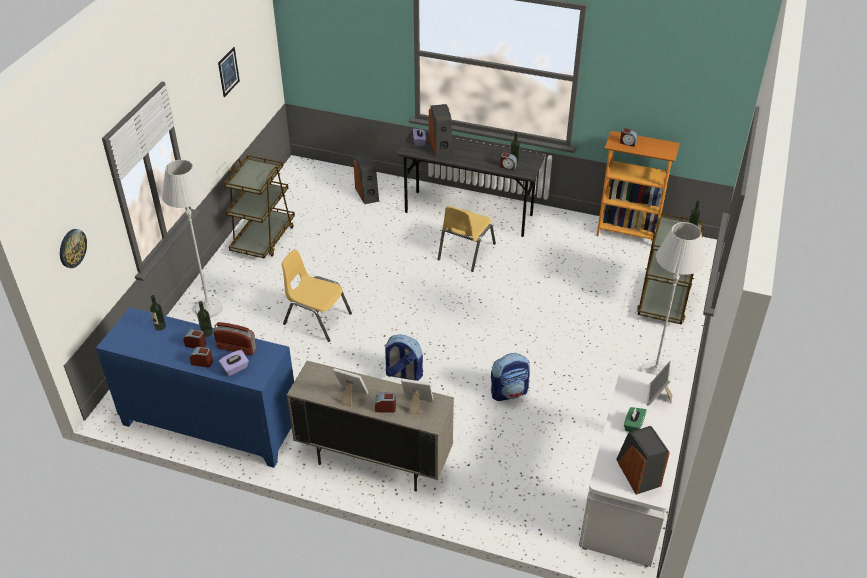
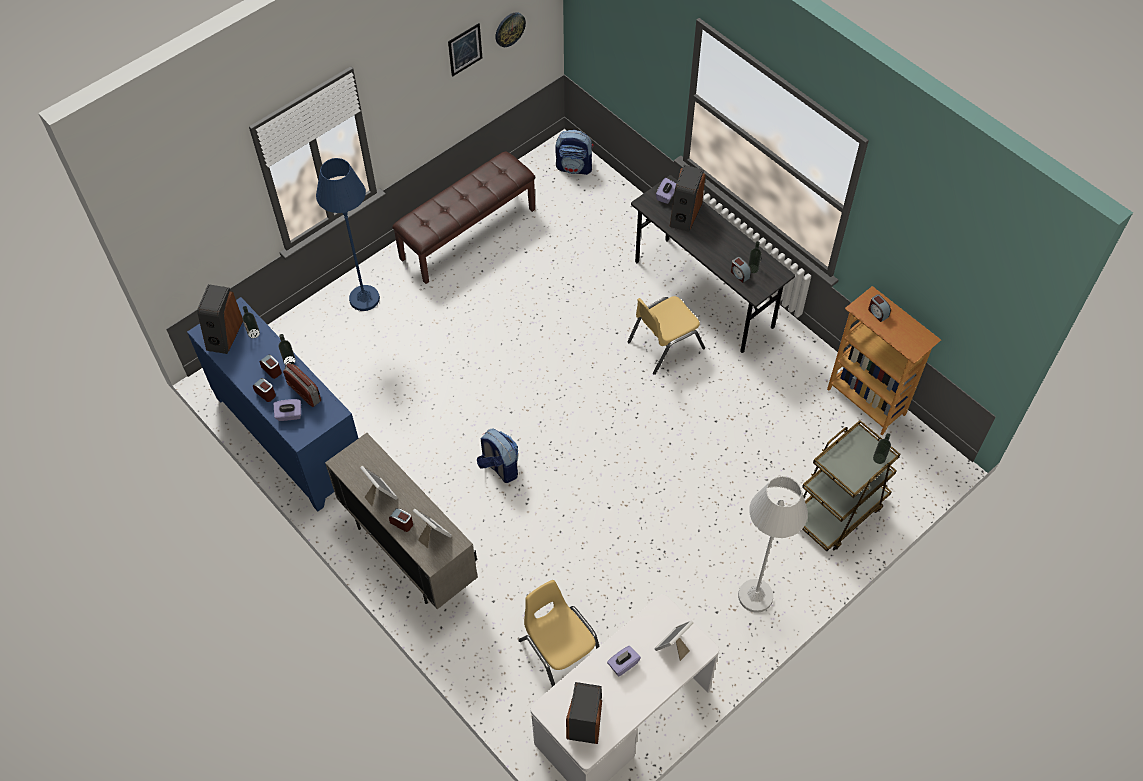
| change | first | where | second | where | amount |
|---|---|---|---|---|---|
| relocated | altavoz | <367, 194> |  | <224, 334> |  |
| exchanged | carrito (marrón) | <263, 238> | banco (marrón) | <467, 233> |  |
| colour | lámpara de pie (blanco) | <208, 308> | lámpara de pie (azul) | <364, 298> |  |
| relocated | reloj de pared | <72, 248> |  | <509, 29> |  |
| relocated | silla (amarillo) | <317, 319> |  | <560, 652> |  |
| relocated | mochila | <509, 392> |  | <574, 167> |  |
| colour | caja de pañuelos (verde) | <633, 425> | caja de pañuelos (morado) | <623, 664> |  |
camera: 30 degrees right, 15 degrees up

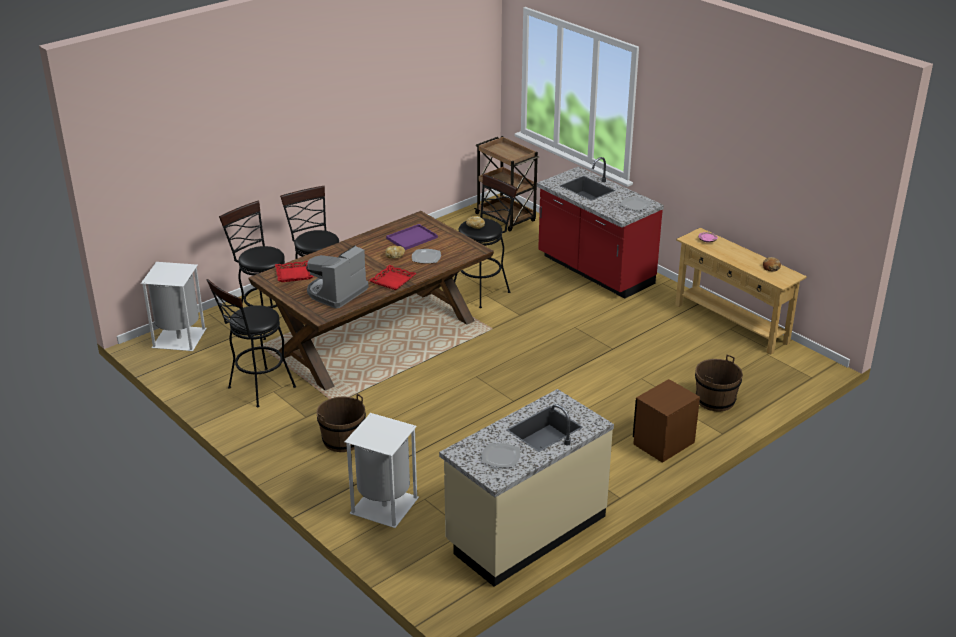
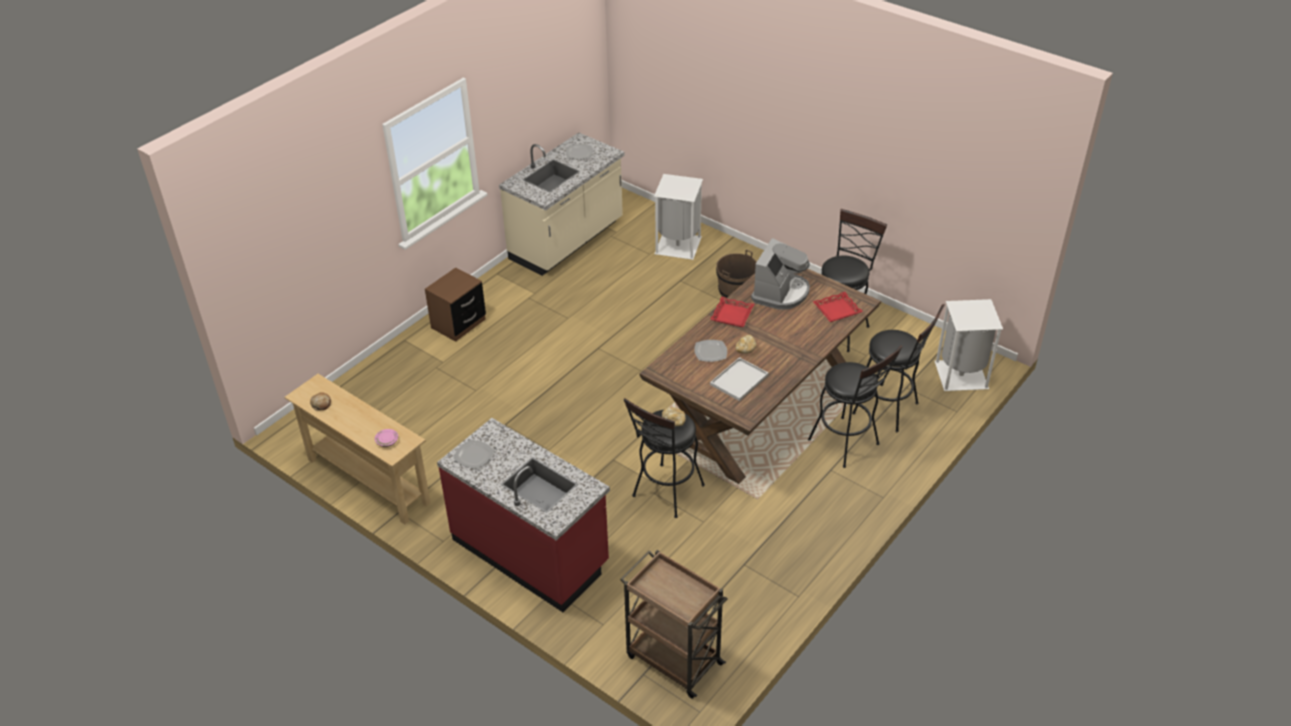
| change | first | where | second | where | amount |
|---|---|---|---|---|---|
| colour | bandeja (morado) | <411, 238> | bandeja (blanco) | <739, 379> |  |
| missing | cubo (marrón) | <715, 400> |  |  |  |
camera: 170 degrees right, 10 degrees up

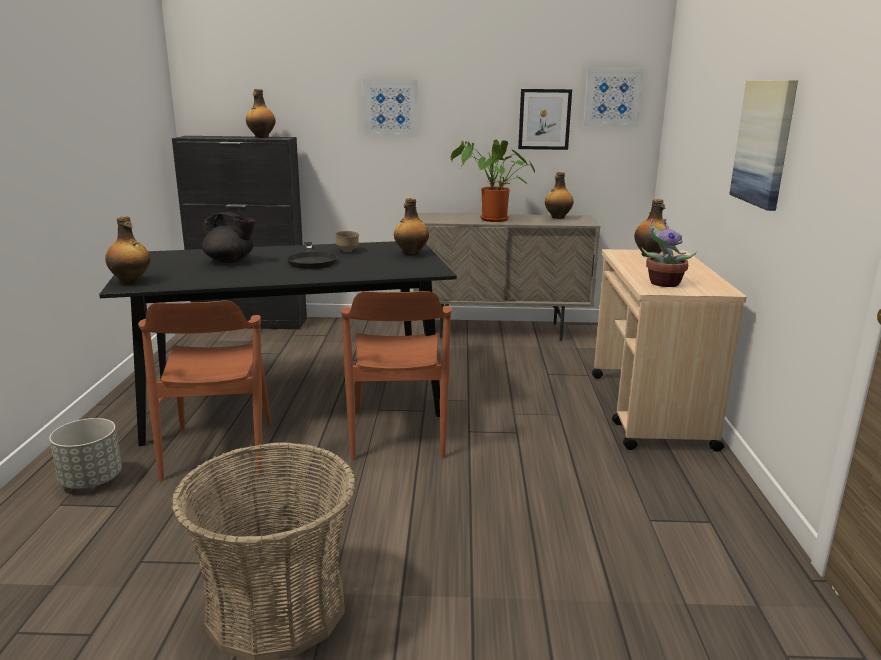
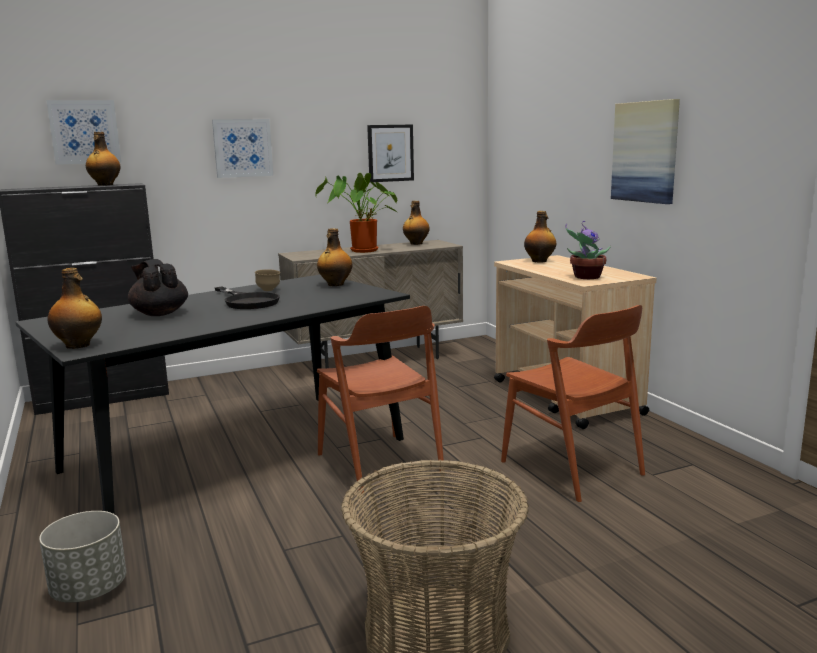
| change | first | where | second | where | amount |
|---|---|---|---|---|---|
| relocated | cuadro | <612, 97> |  | <84, 132> |  |
| spun | tetera (negro) | <230, 261> |  | <159, 313> | 120 degrees counterclockwise |
| relocated | silla (marrón) | <218, 450> |  | <571, 468> |  |
camera: 25 degrees left, 5 degrees down

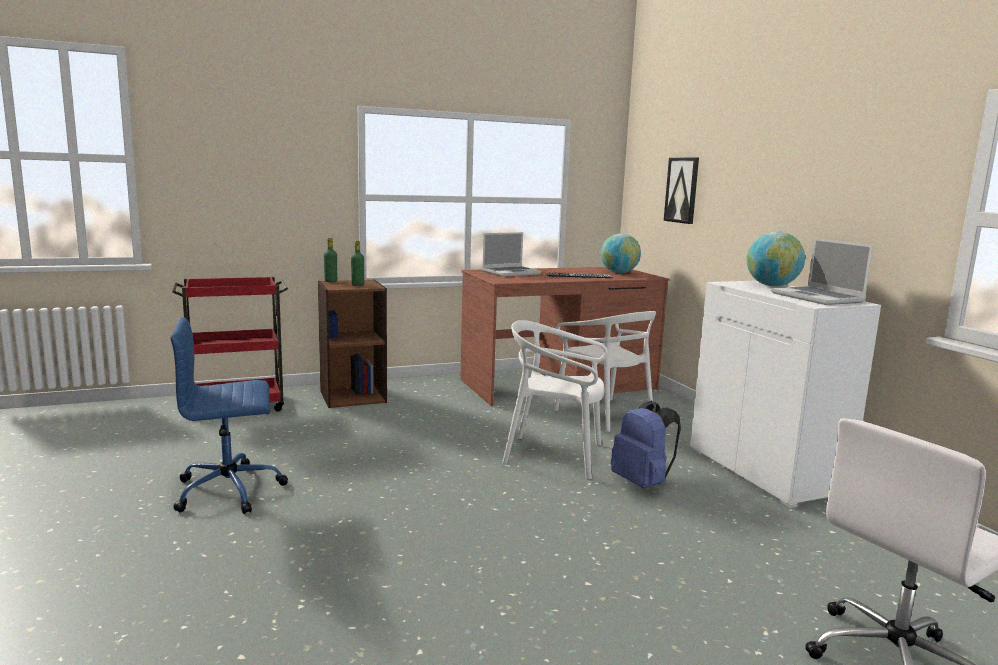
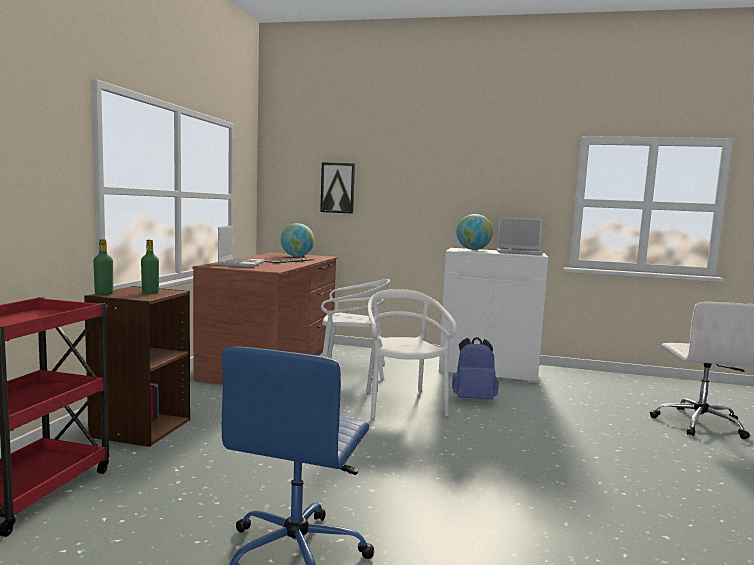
| change | first | where | second | where | amount |
|---|---|---|---|---|---|
| spun | silla (blanco) | <554, 456> |  | <402, 404> | 120 degrees clockwise |
camera: 55 degrees left, 5 degrees down

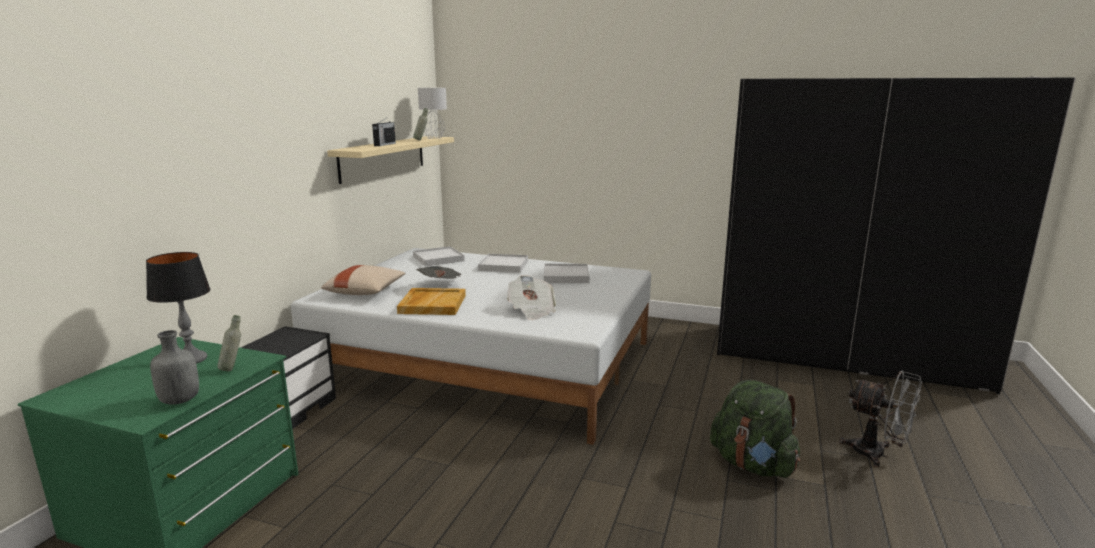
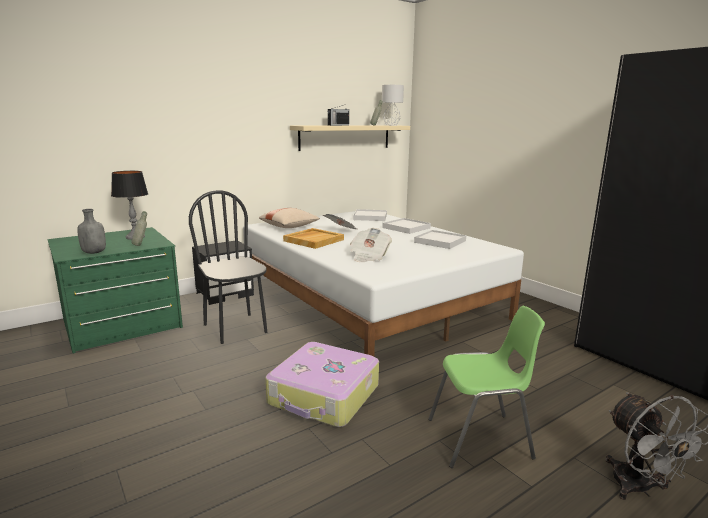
| change | first | where | second | where | amount |
|---|---|---|---|---|---|
| exchanged | mochila (verde) | <753, 464> | silla (verde) | <480, 439> |  |
| appeared |  |  | silla (negro) | <235, 328> |  |
| appeared |  |  | maleta | <324, 396> |  |
camera: 35 degrees right, 0 degrees up

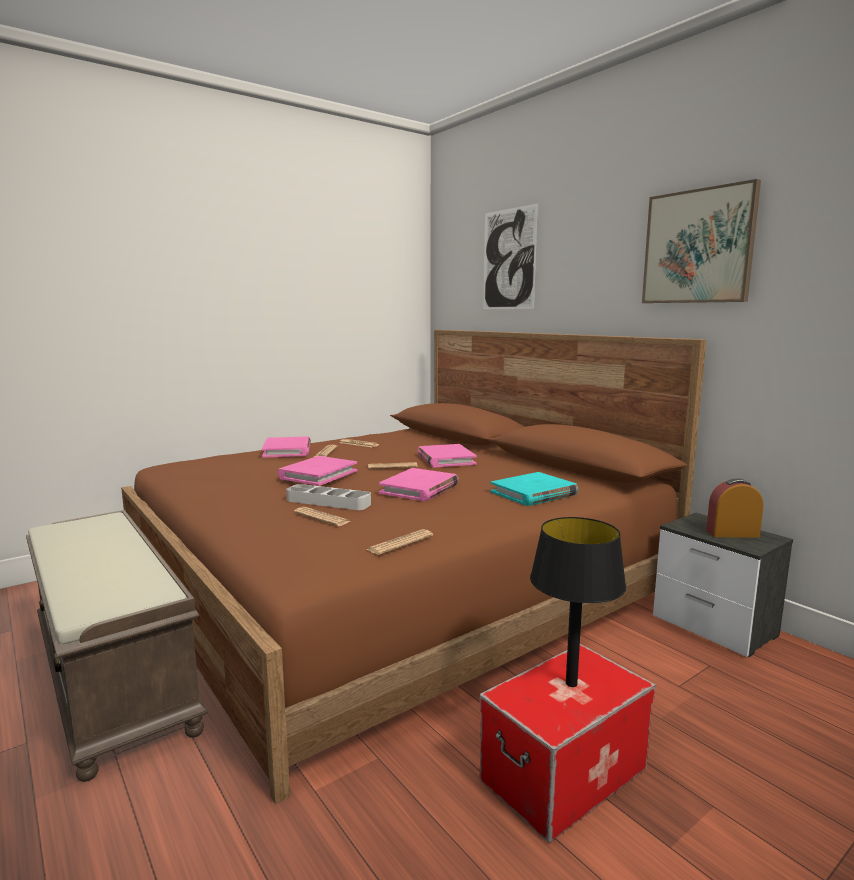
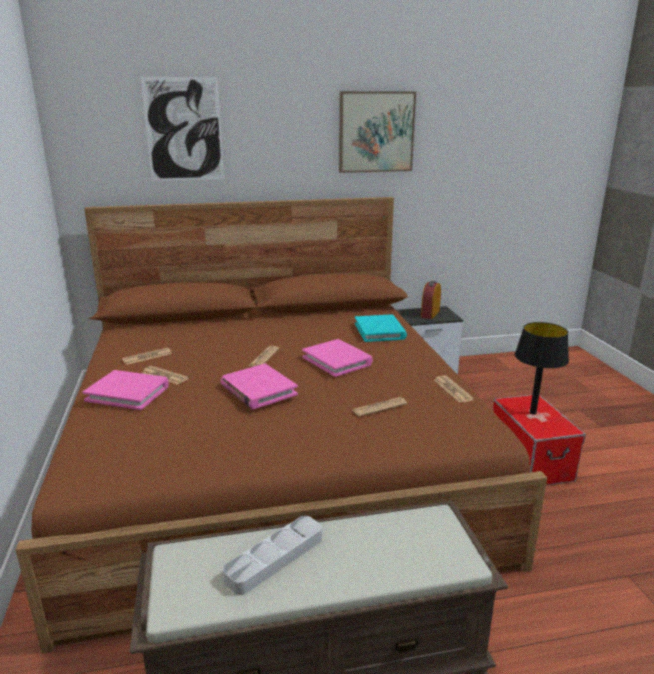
| change | first | where | second | where | amount |
|---|---|---|---|---|---|
| missing | libro (rosa) | <445, 459> |  |  |  |
| relocated | bandeja (gris) | <328, 502> |  | <275, 558> |  |
camera: 65 degrees left, 10 degrees up

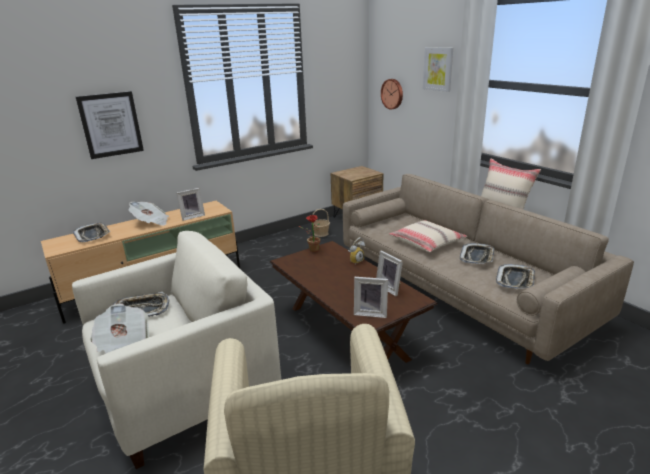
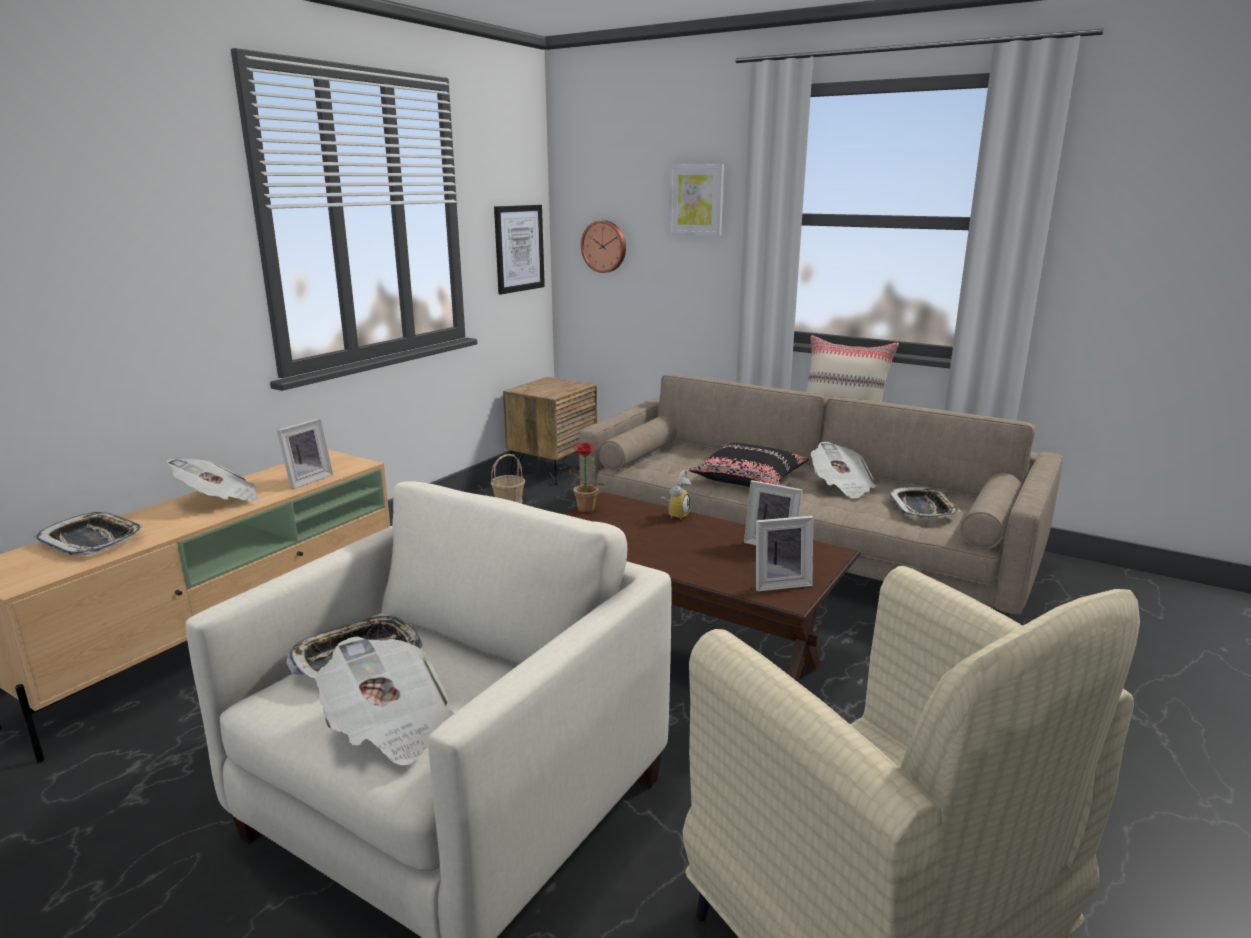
| change | first | where | second | where | amount |
|---|---|---|---|---|---|
| relocated | cuadro | <111, 125> |  | <519, 248> |  |
| colour | cojín (beis) | <427, 243> | cojín (negro) | <749, 478> |  |
| exchanged | bandeja | <477, 257> | periódico | <841, 486> |  |
camera: 25 degrees left, 5 degrees down

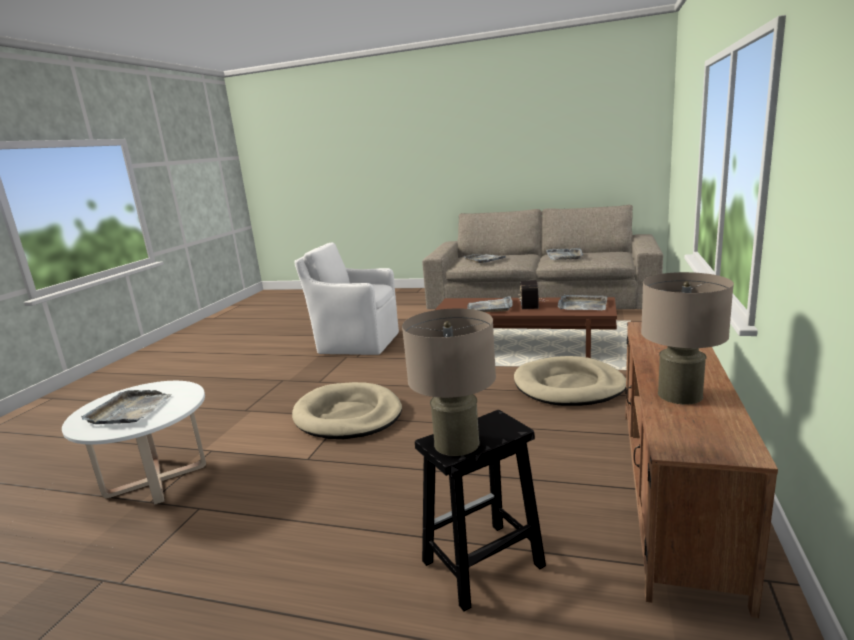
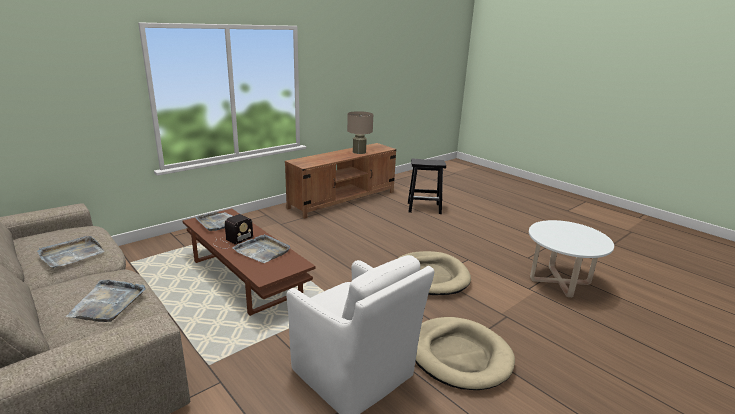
| change | first | where | second | where | amount |
|---|---|---|---|---|---|
| missing | lámpara de mesa (beis) | <456, 443> |  |  |  |
| relocated | cama para perro (beis) | <569, 386> |  | <458, 355> |  |
| missing | bandeja (gris) | <129, 410> |  |  |  |
camera: 150 degrees left, 5 degrees up

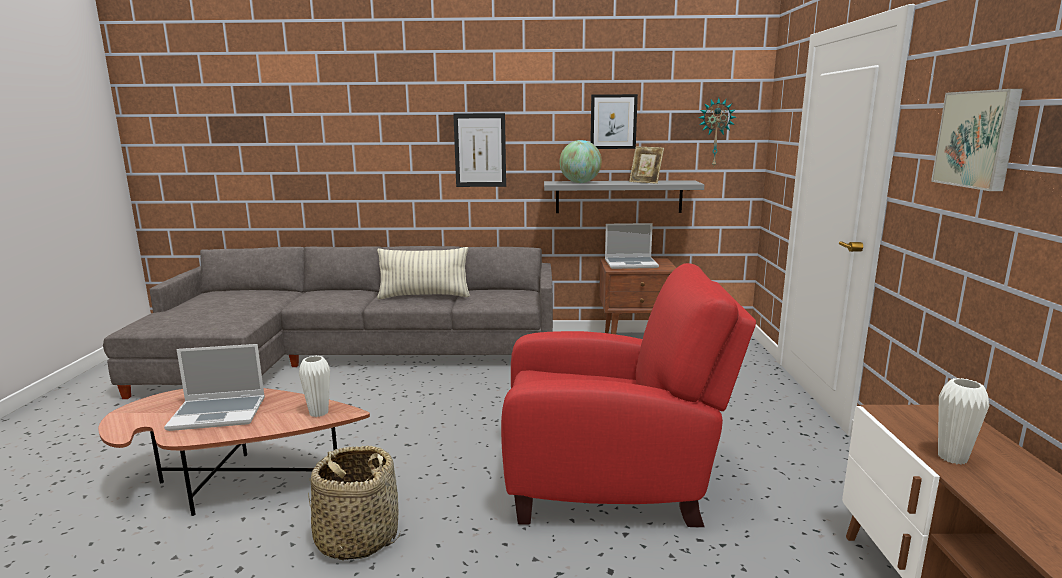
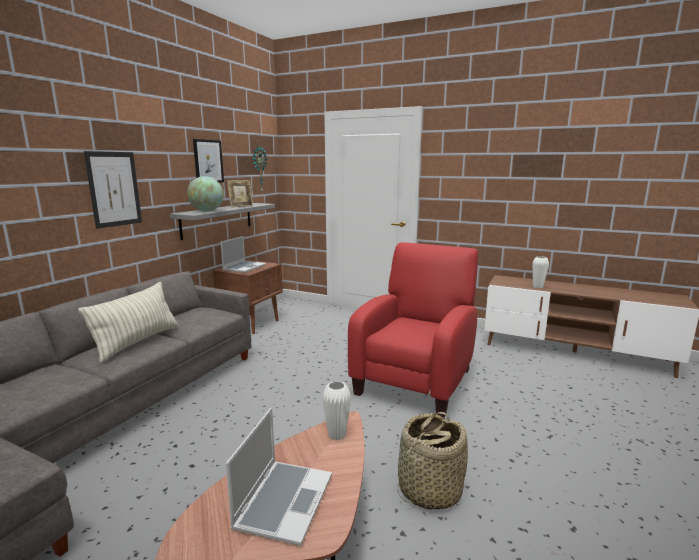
| change | first | where | second | where | amount |
|---|---|---|---|---|---|
| missing | cuadro | <978, 139> |  |  |  |
camera: 65 degrees left, 0 degrees up

